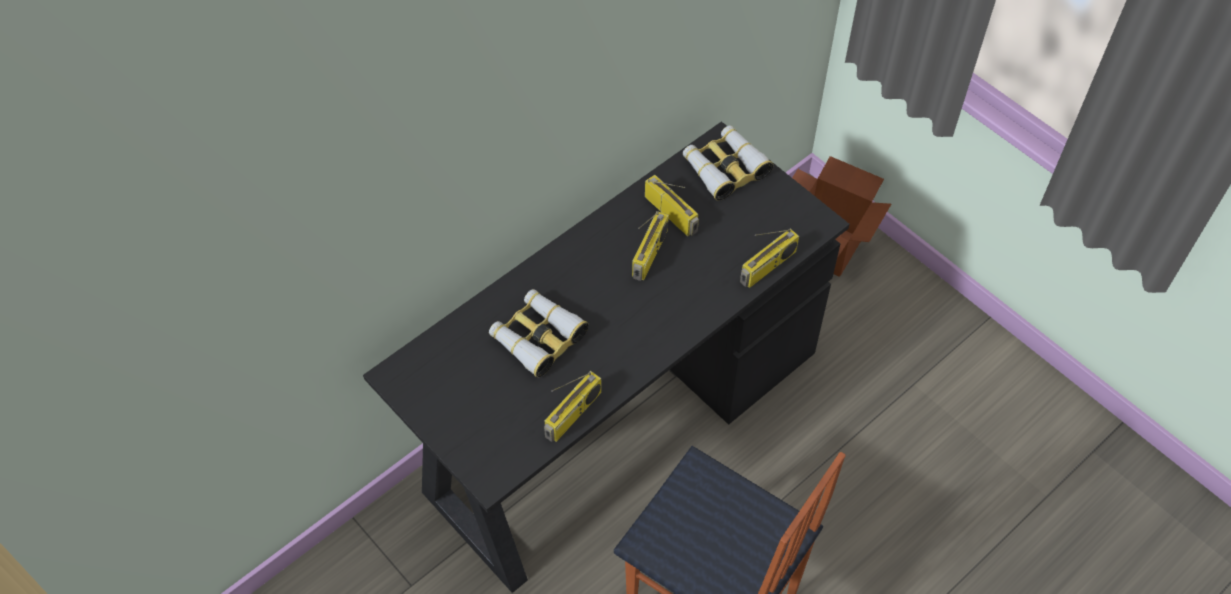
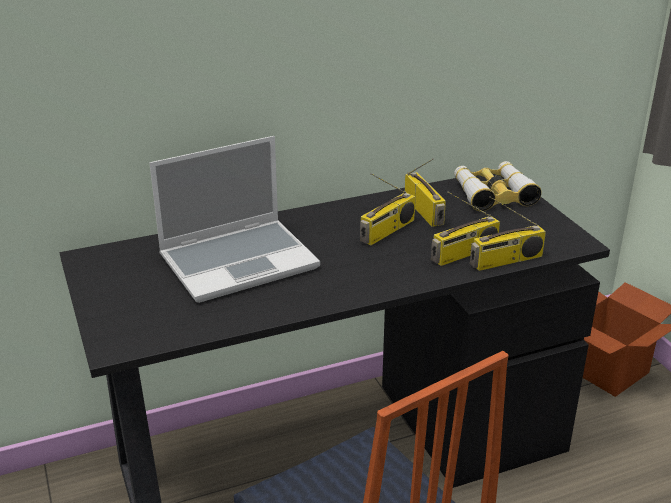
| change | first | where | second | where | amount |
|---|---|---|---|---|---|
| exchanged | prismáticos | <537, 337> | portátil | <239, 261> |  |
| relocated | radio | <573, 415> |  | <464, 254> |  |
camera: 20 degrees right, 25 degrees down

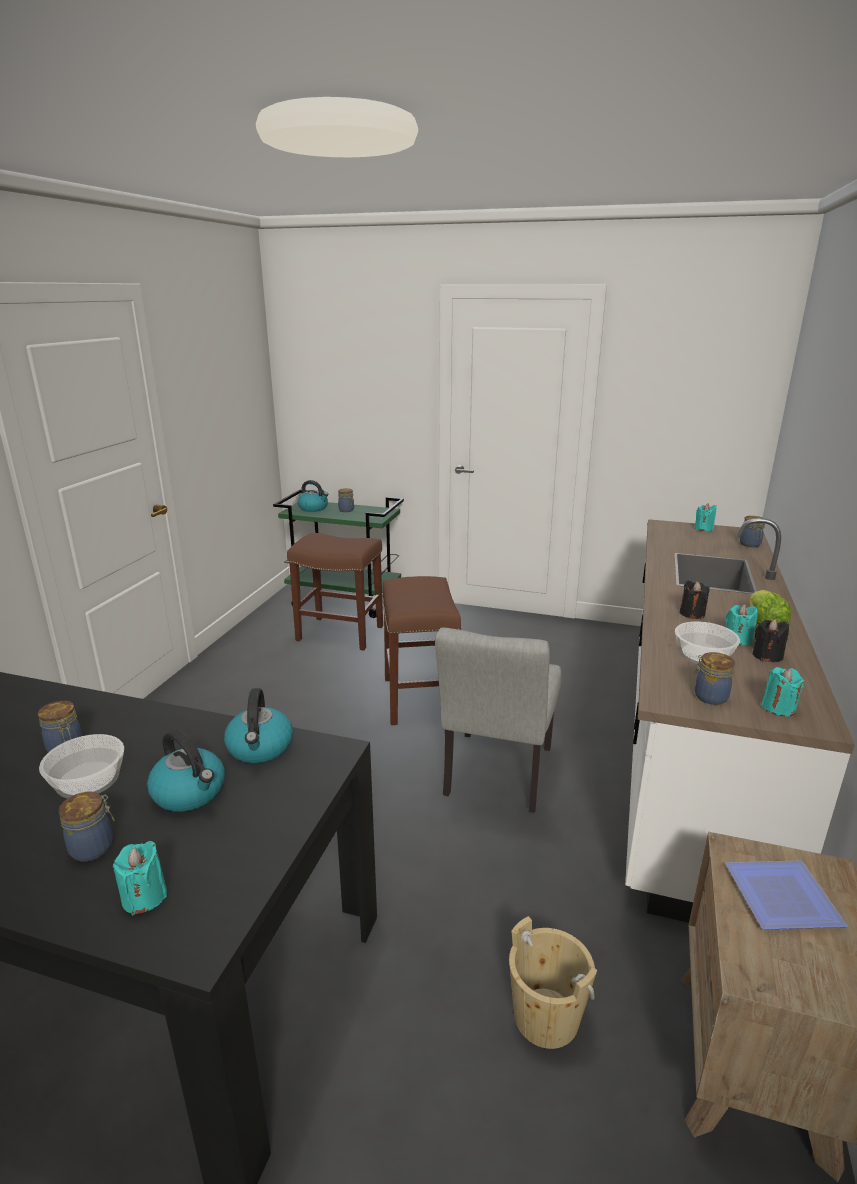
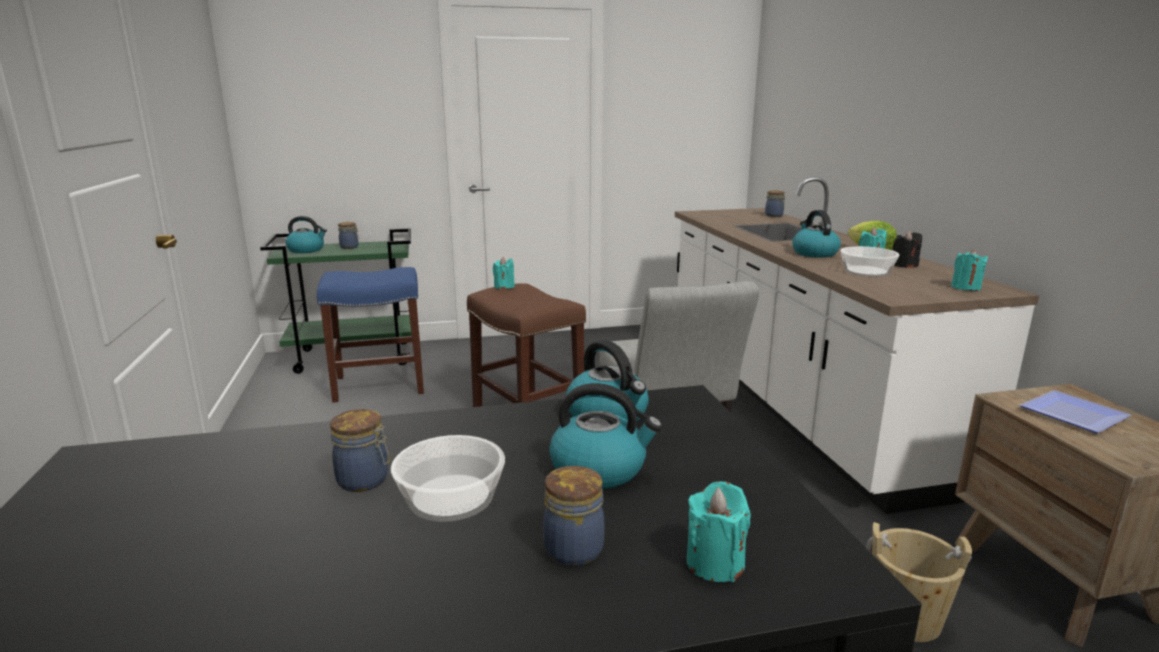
| change | first | where | second | where | amount |
|---|---|---|---|---|---|
| relocated | vela (turquesa) | <703, 528> |  | <504, 286> |  |
| colour | taburete (marrón) | <341, 633> | taburete (azul) | <381, 384> |  |
| exchanged | vela (negro) | <692, 614> | hervidor | <814, 253> |  |
| missing | tarro | <709, 696> |  |  |  |
camera: 30 degrees left, 5 degrees down

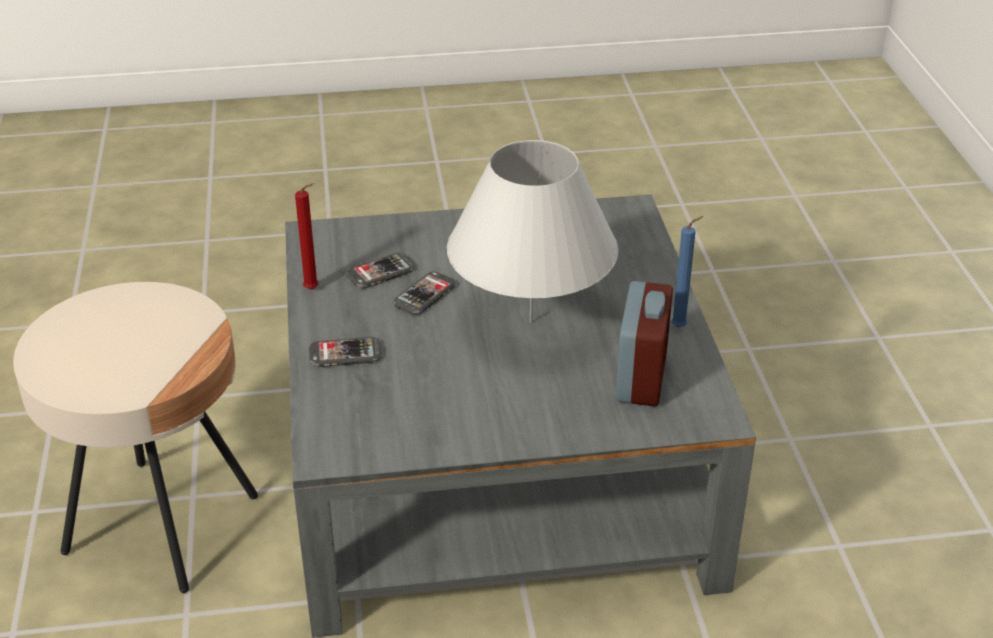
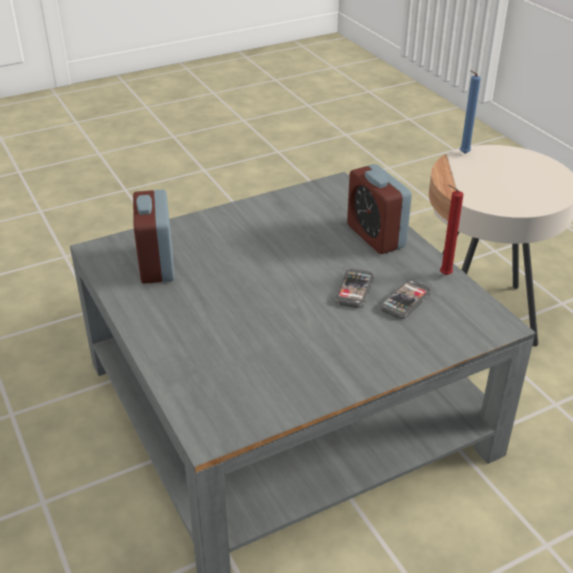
| change | first | where | second | where | amount |
|---|---|---|---|---|---|
| missing | lámpara de mesa (blanco) | <531, 322> |  |  |  |
| relocated | vela (azul) | <681, 327> |  | <463, 154> |  |
| exchanged | móvil | <345, 354> | despertador | <375, 236> |  |
camera: 160 degrees right, 0 degrees up

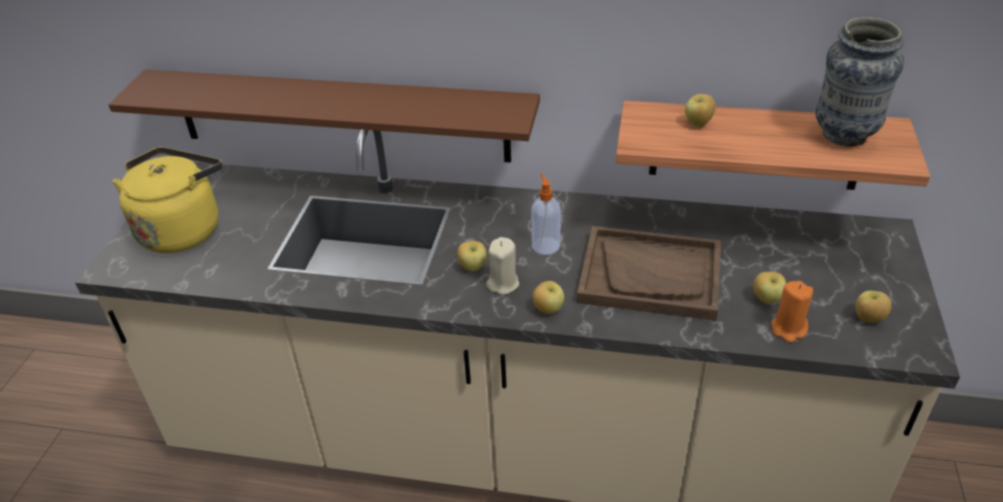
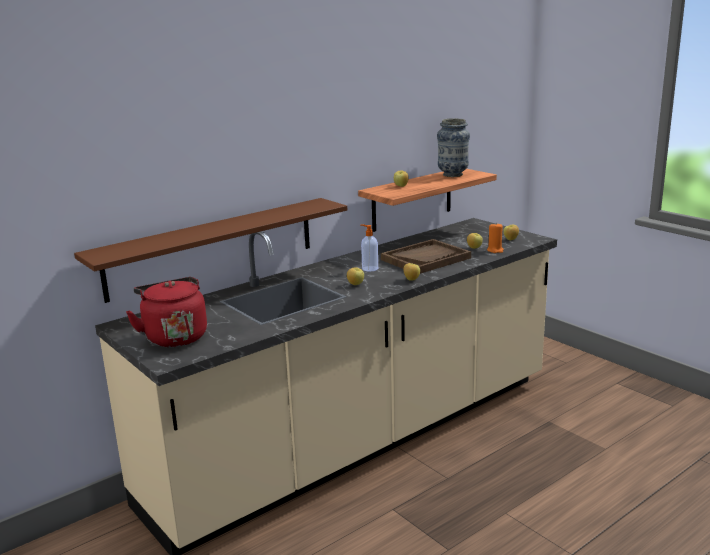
| change | first | where | second | where | amount |
|---|---|---|---|---|---|
| colour | hervidor (amarillo) | <182, 229> | hervidor (rojo) | <174, 336> |  |
| missing | vela (beis) | <503, 283> |  |  |  |
camera: 50 degrees left, 20 degrees down

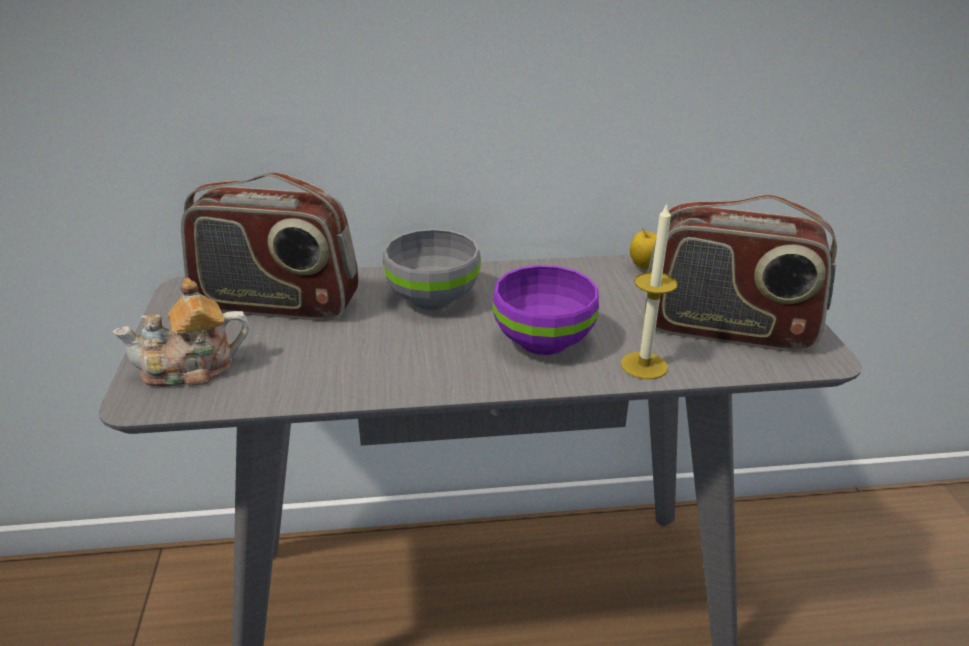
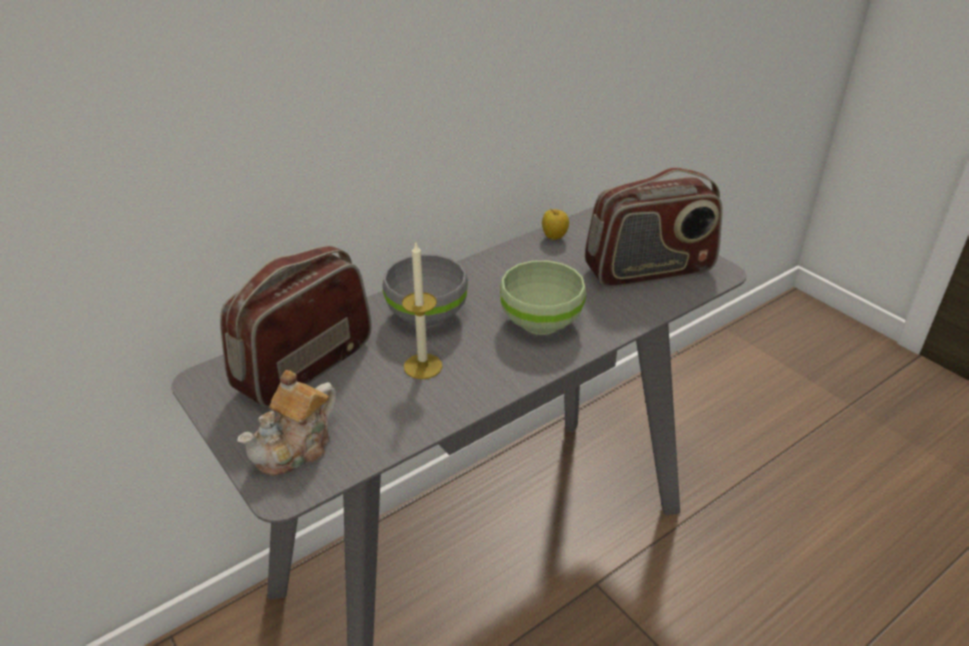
| change | first | where | second | where | amount |
|---|---|---|---|---|---|
| spun | radio | <276, 304> |  | <304, 365> | 150 degrees clockwise |
| relocated | vela | <644, 365> |  | <423, 366> |  |
| colour | cuenco (morado) | <545, 342> | cuenco (verde) | <542, 322> |  |
camera: 30 degrees left, 5 degrees up

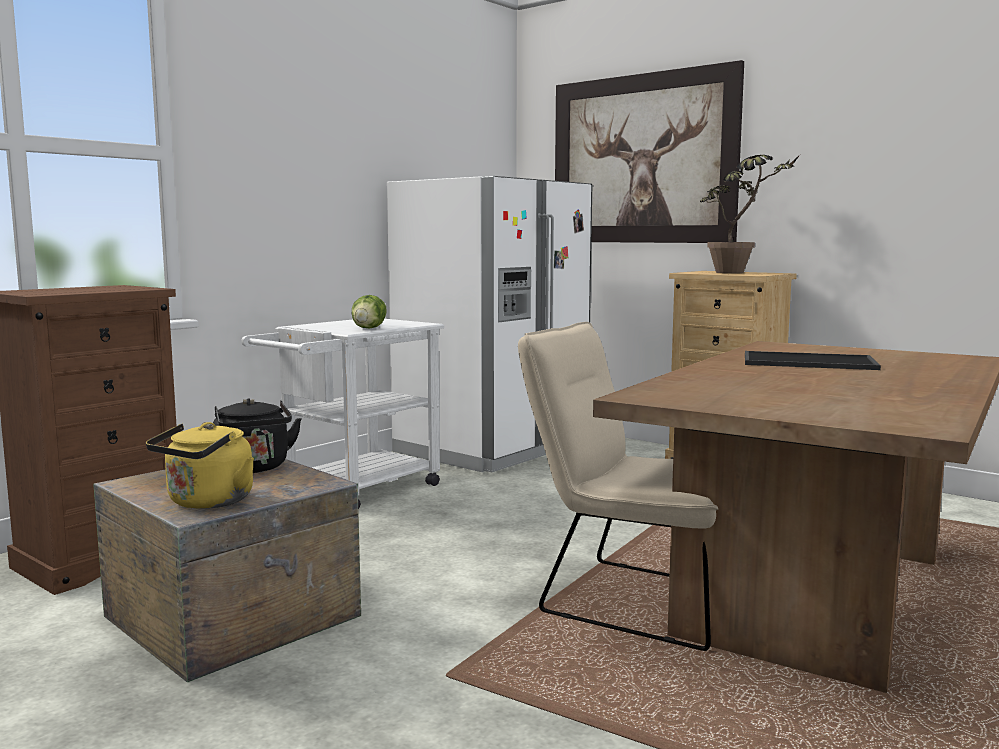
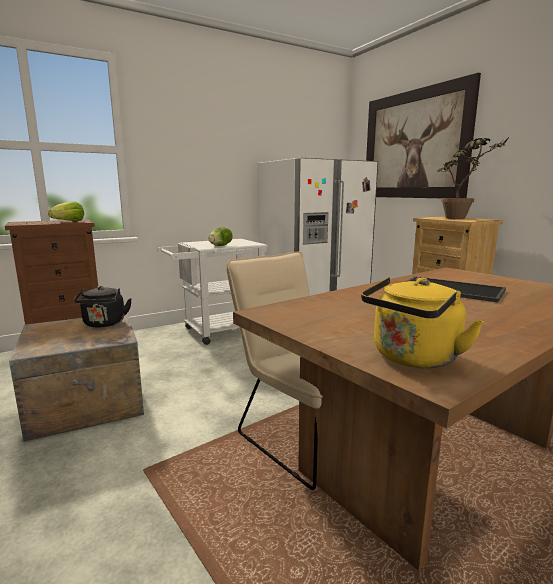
| change | first | where | second | where | amount |
|---|---|---|---|---|---|
| relocated | hervidor (amarillo) | <207, 502> |  | <412, 359> |  |
| appeared |  |  | lechuga | <69, 222> |  |
camera: 20 degrees right, 5 degrees up

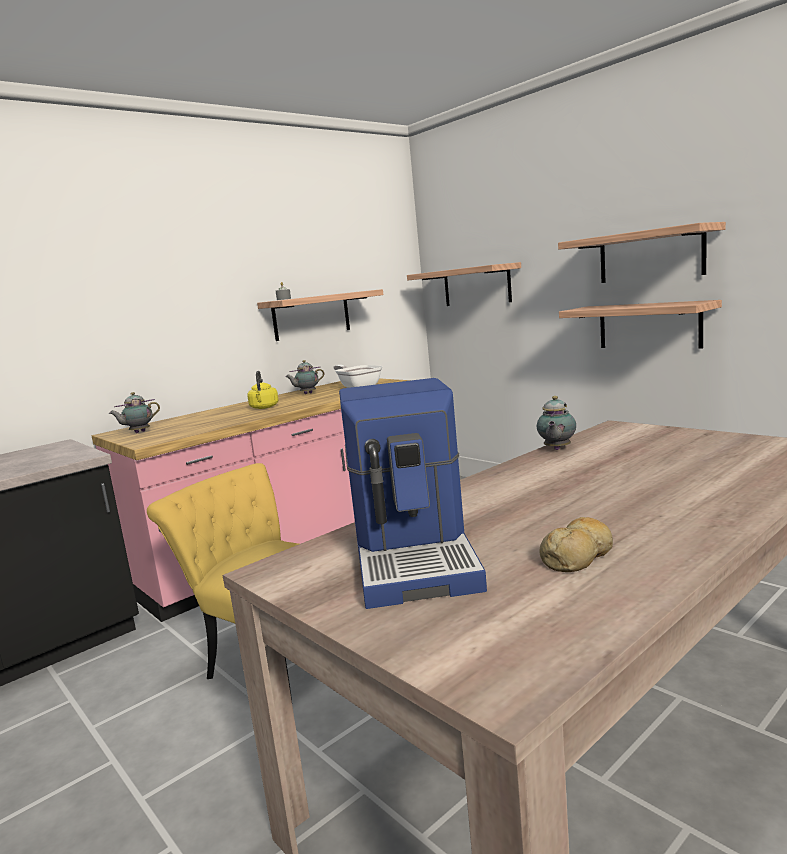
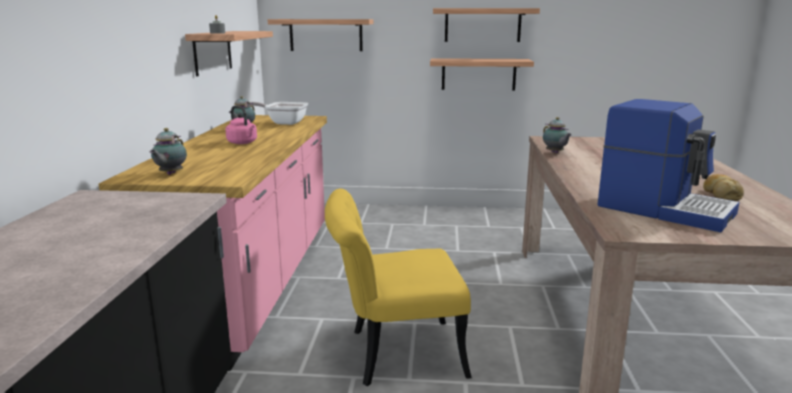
| change | first | where | second | where | amount |
|---|---|---|---|---|---|
| colour | hervidor (amarillo) | <264, 407> | hervidor (rosa) | <243, 143> |  |
camera: 45 degrees left, 5 degrees up

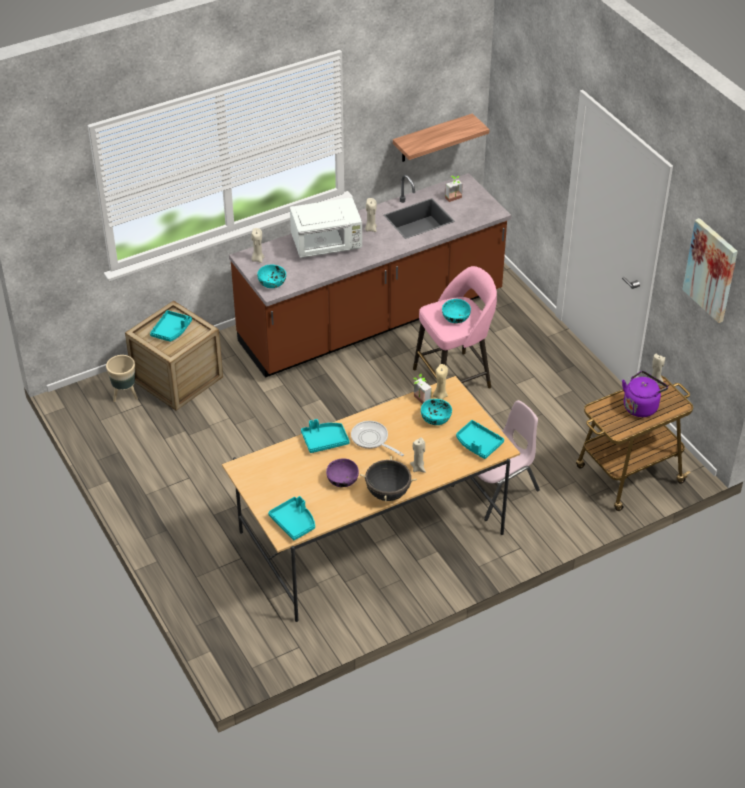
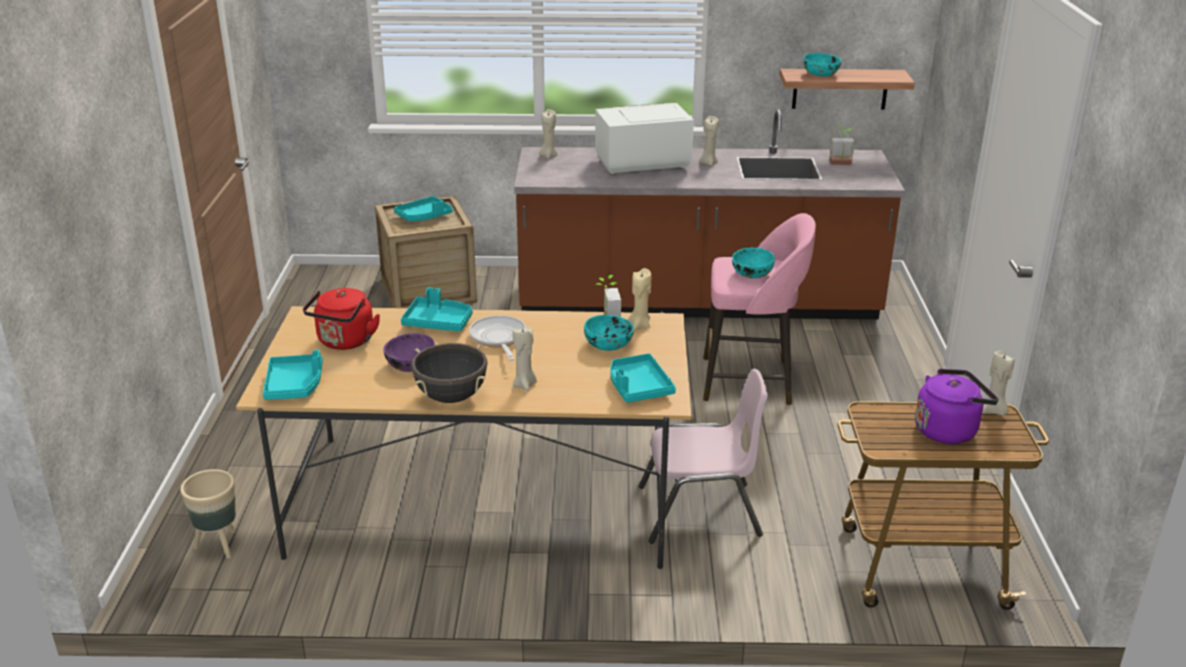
| change | first | where | second | where | amount |
|---|---|---|---|---|---|
| spun | microondas (blanco) | <327, 245> |  | <641, 163> | 150 degrees clockwise |
| missing | cuadro | <711, 270> |  |  |  |
| relocated | cuenco (turquesa) | <272, 283> |  | <821, 74> |  |
| relocated | maceta (beis) | <125, 396> |  | <219, 546> |  |
| appeared |  |  | hervidor (rojo) | <344, 342> |  |
camera: 30 degrees right, 15 degrees down

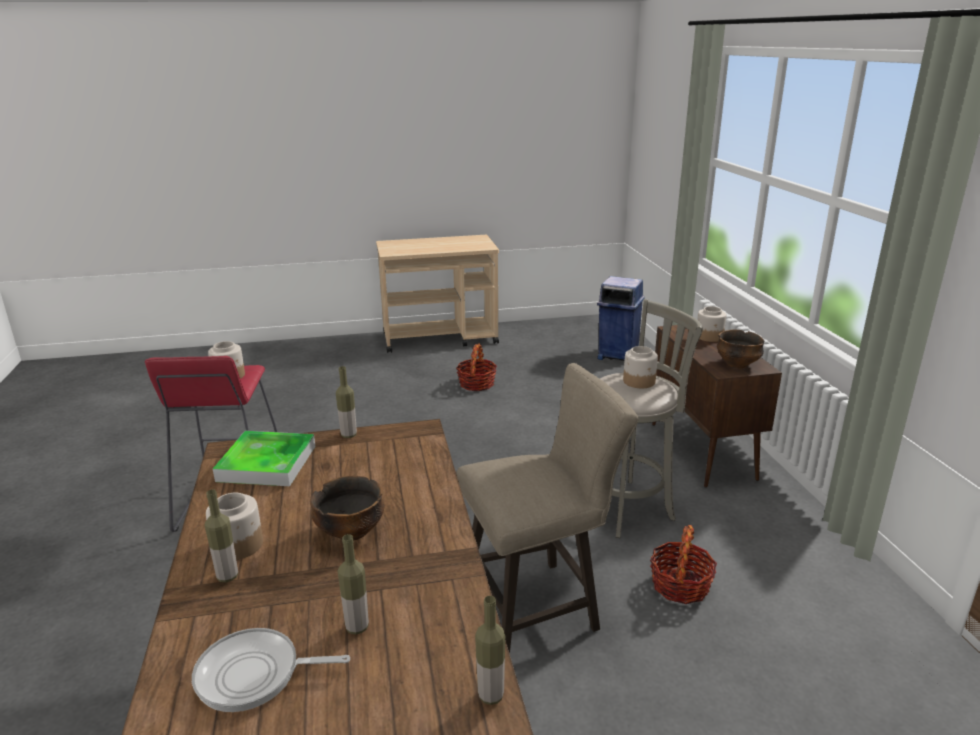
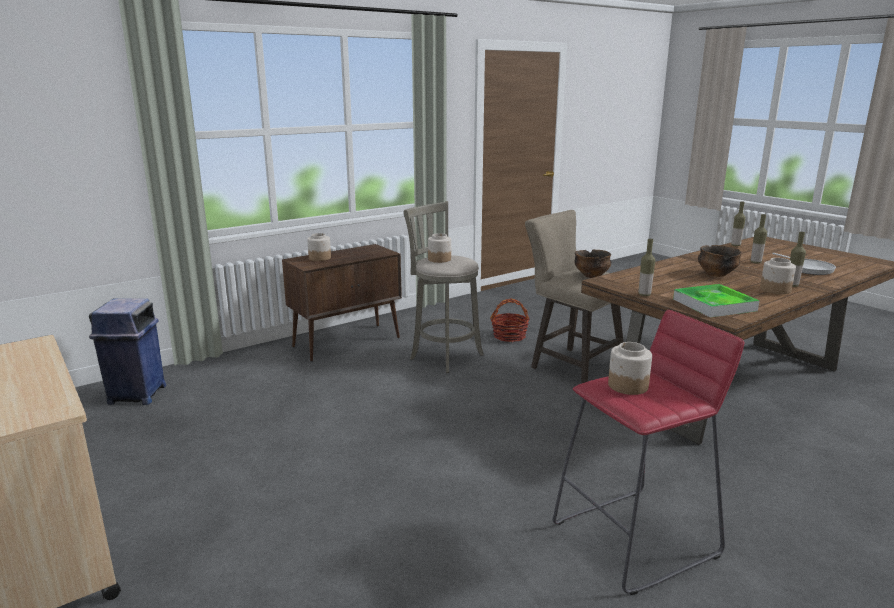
| change | first | where | second | where | amount |
|---|---|---|---|---|---|
| relocated | cuenco | <737, 364> |  | <591, 276> |  |
| missing | cesta | <477, 384> |  |  |  |
camera: 115 degrees left, 5 degrees down

